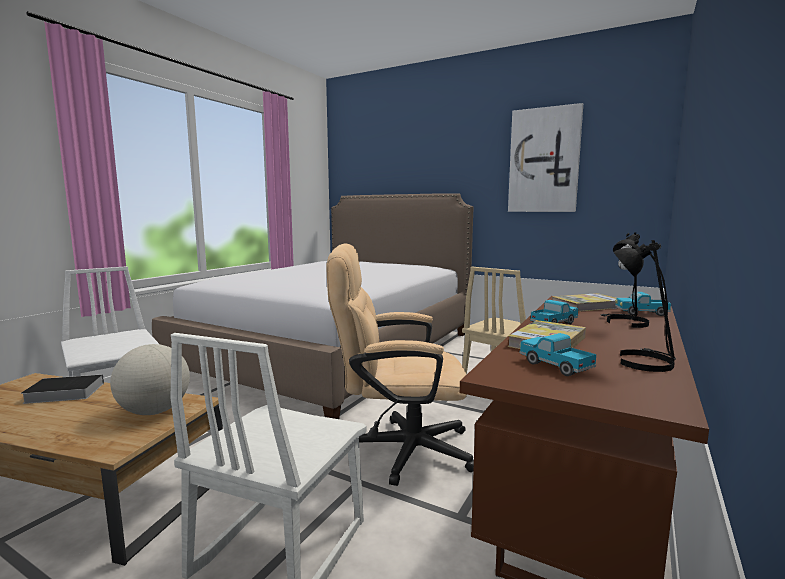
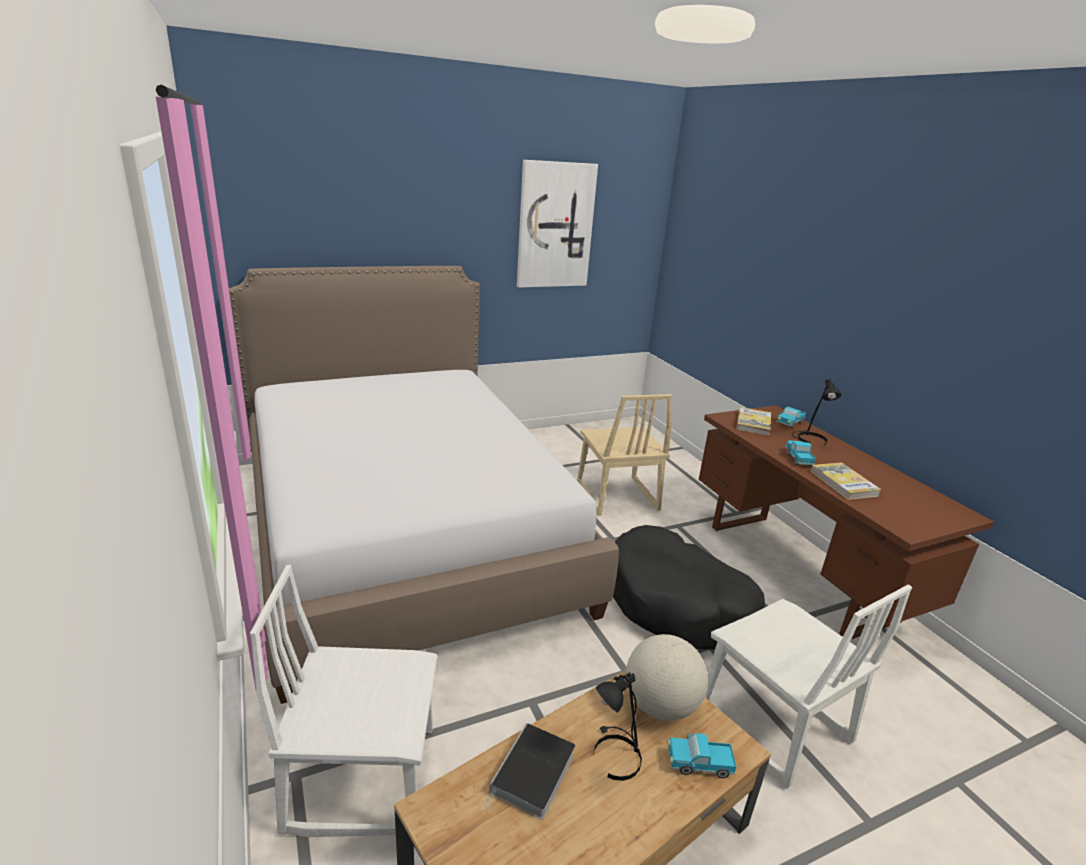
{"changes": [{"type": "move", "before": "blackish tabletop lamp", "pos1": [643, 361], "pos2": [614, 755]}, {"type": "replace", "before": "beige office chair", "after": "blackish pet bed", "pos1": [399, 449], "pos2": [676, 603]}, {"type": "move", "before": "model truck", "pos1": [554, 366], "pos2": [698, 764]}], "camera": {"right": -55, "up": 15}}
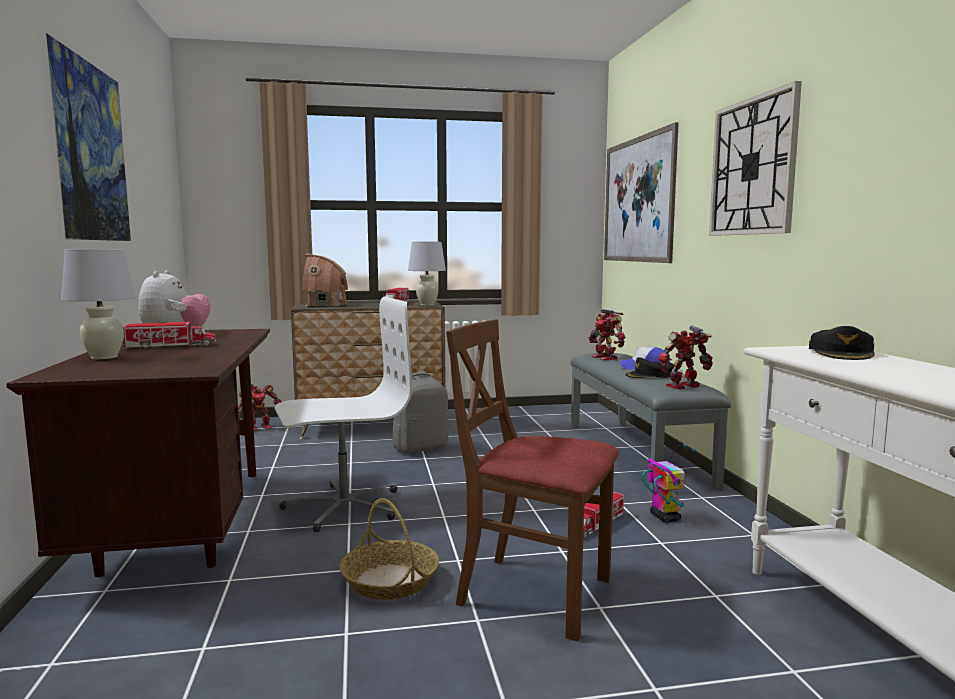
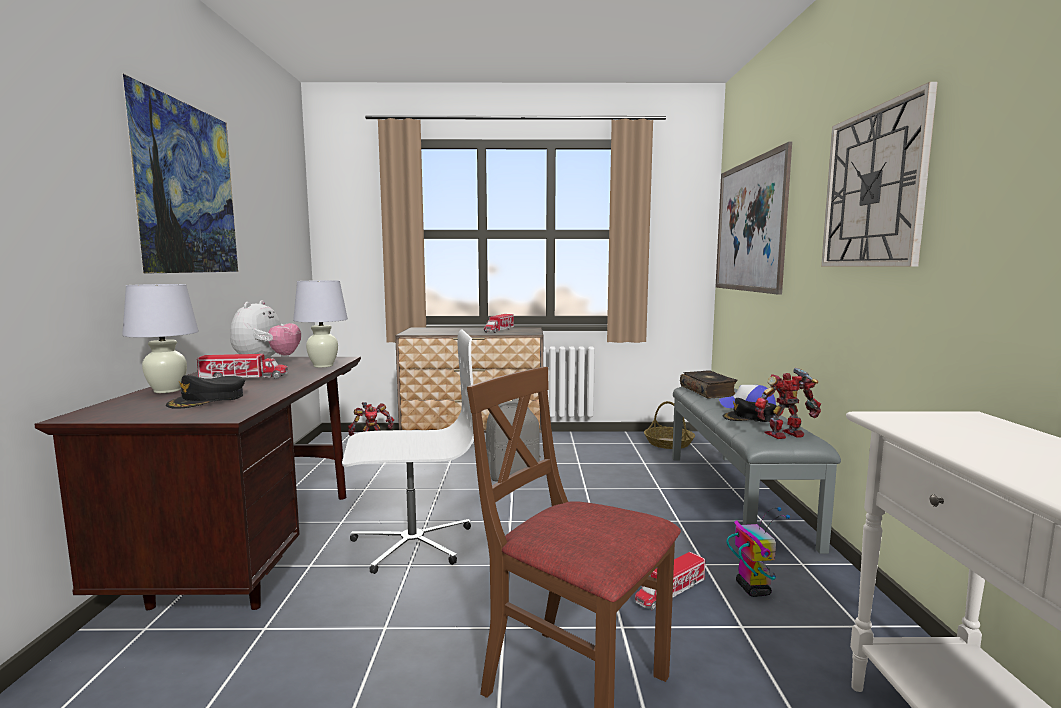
{"changes": [{"type": "move", "before": "blackish cap", "pos1": [842, 353], "pos2": [208, 400]}, {"type": "move", "before": "white-coloured tabletop lamp", "pos1": [427, 305], "pos2": [323, 365]}, {"type": "move", "before": "basket", "pos1": [390, 581], "pos2": [669, 443]}, {"type": "replace", "before": "model robot", "after": "book", "pos1": [606, 357], "pos2": [708, 391]}, {"type": "delete", "before": "miniature house", "pos1": [326, 305]}], "camera": {"right": 10, "up": 0}}
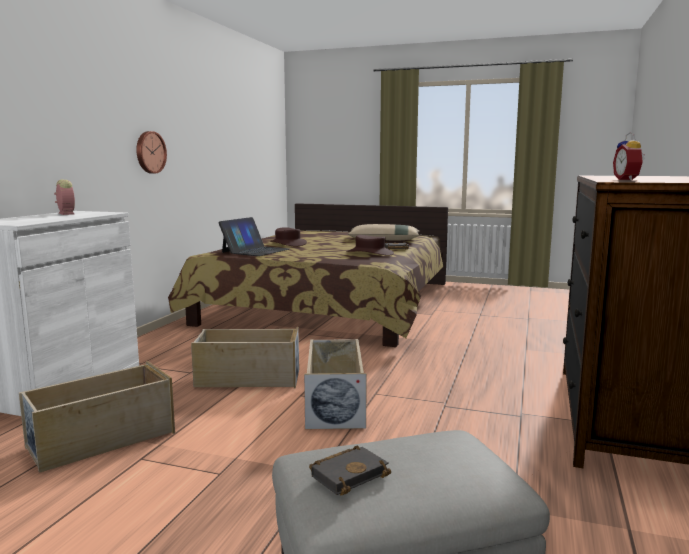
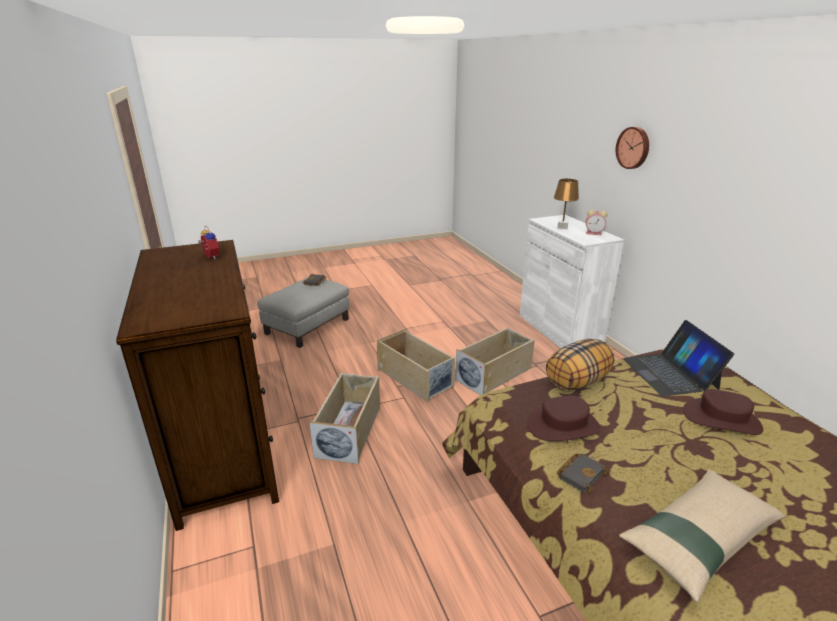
{"changes": [{"type": "move", "before": "beige storage box", "pos1": [100, 440], "pos2": [349, 430]}, {"type": "insert", "after": "pillow", "pos2": [577, 382]}, {"type": "insert", "after": "brownish tabletop lamp", "pos2": [562, 227]}, {"type": "move", "before": "hanging clock", "pos1": [149, 152], "pos2": [633, 147]}], "camera": {"right": 140, "up": 15}}
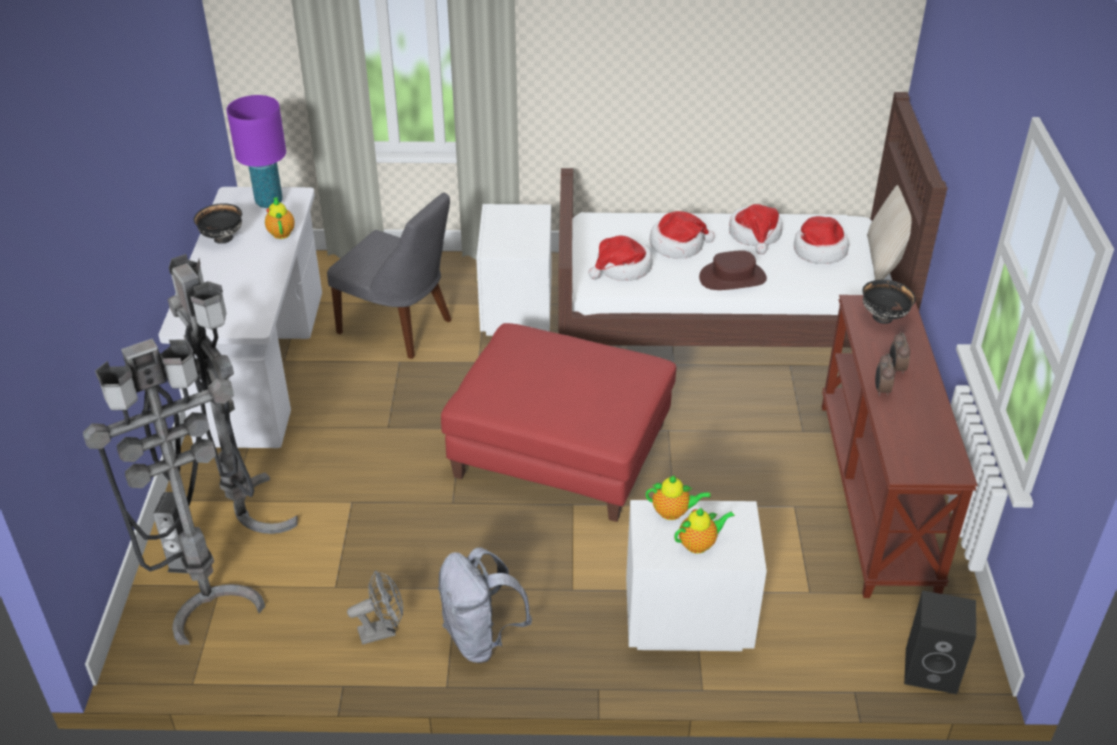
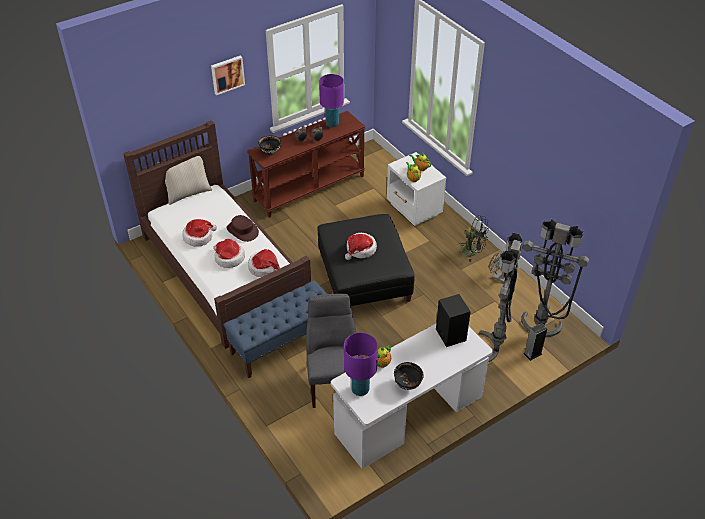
{"changes": [{"type": "insert", "after": "picture", "pos2": [227, 74]}, {"type": "replace", "before": "white-coloured night table", "after": "blue long seat", "pos1": [515, 312], "pos2": [283, 343]}, {"type": "recolor", "before": "red footrest", "after": "blackish footrest", "pos1": [560, 451], "pos2": [364, 278]}, {"type": "insert", "after": "purple-coloured tabletop lamp", "pos2": [332, 124]}, {"type": "move", "before": "wearable hat", "pos1": [818, 250], "pos2": [360, 250]}, {"type": "move", "before": "blackish audio speaker", "pos1": [932, 670], "pos2": [450, 334]}, {"type": "replace", "before": "grey rucksack", "after": "blackish fan", "pos1": [481, 638], "pos2": [472, 251]}], "camera": {"right": -125, "up": 5}}
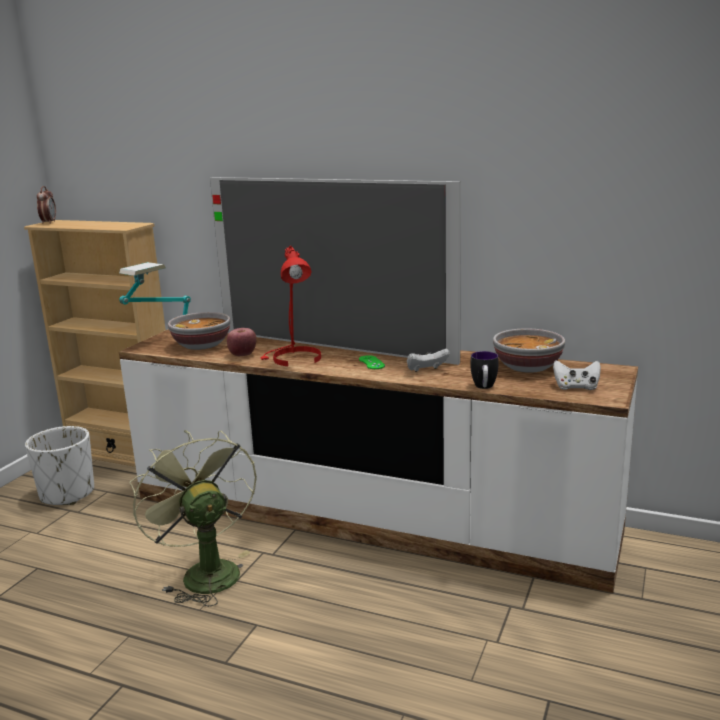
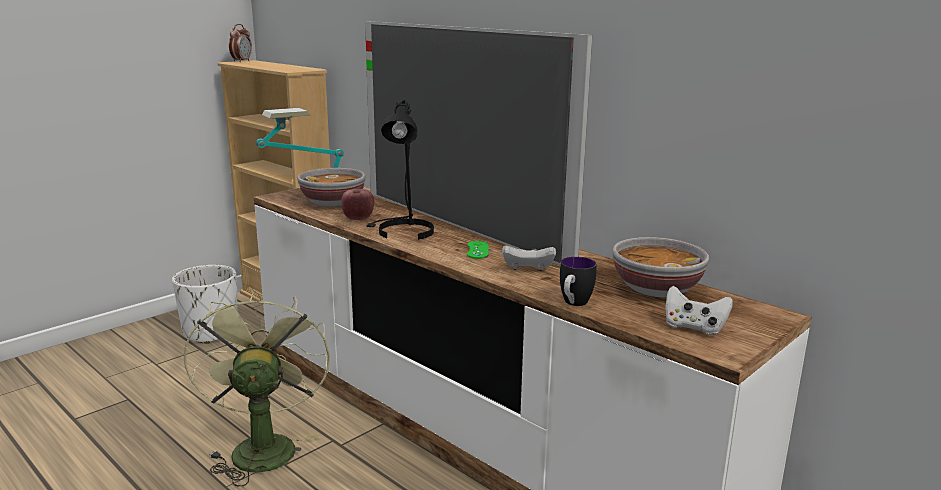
{"changes": [{"type": "recolor", "before": "red tabletop lamp", "after": "blackish tabletop lamp", "pos1": [293, 359], "pos2": [402, 232]}], "camera": {"right": 20, "up": 0}}
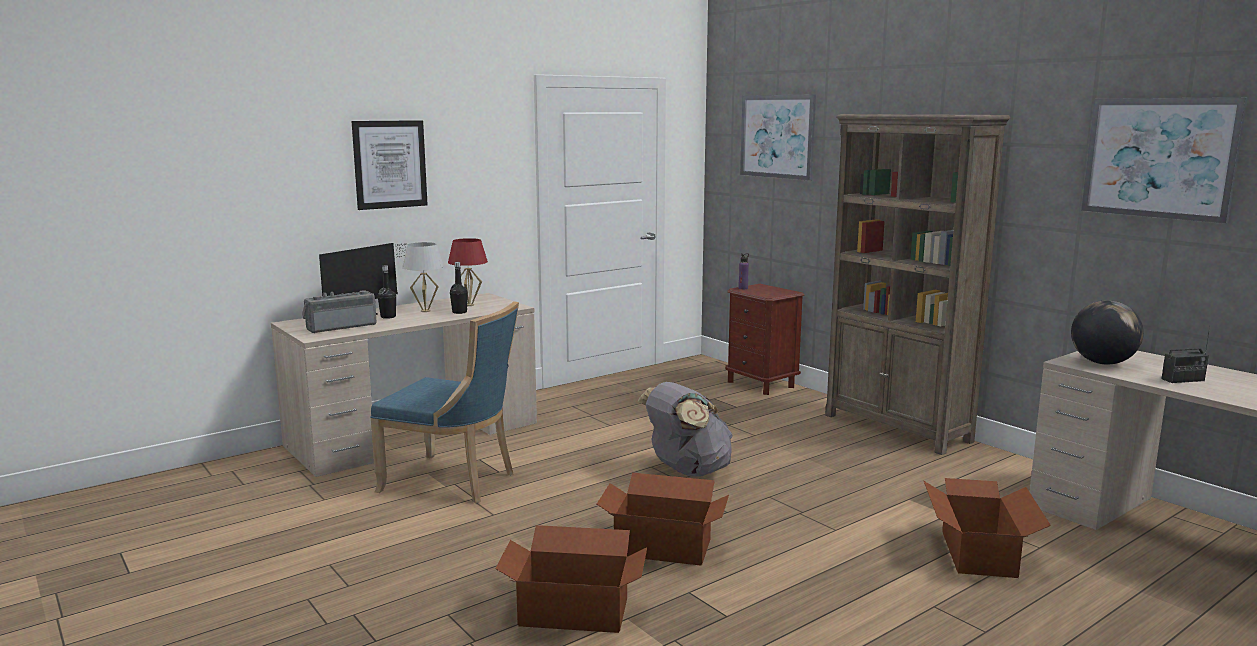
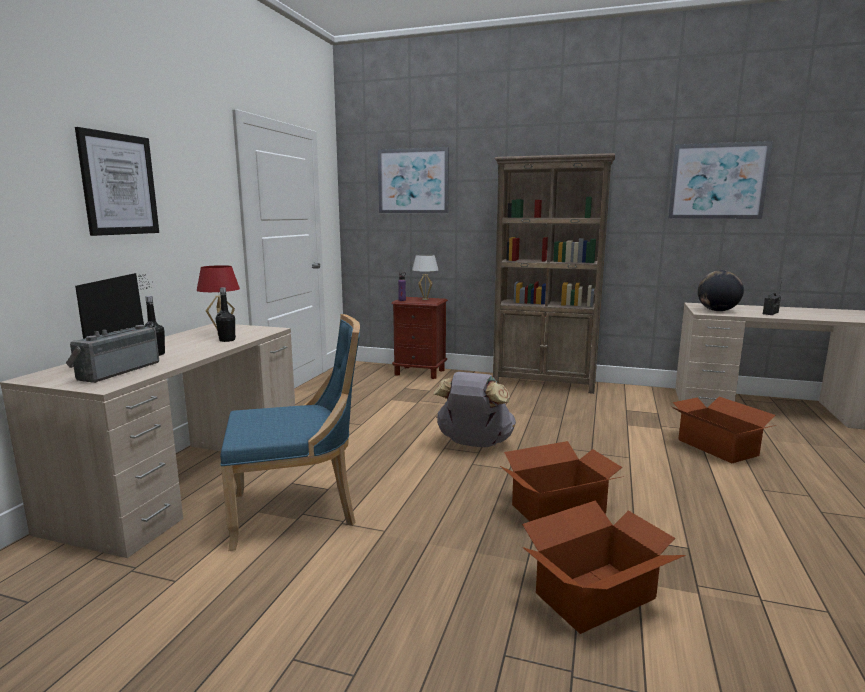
{"changes": [{"type": "move", "before": "white-coloured tabletop lamp", "pos1": [425, 311], "pos2": [425, 299]}], "camera": {"right": -35, "up": 0}}
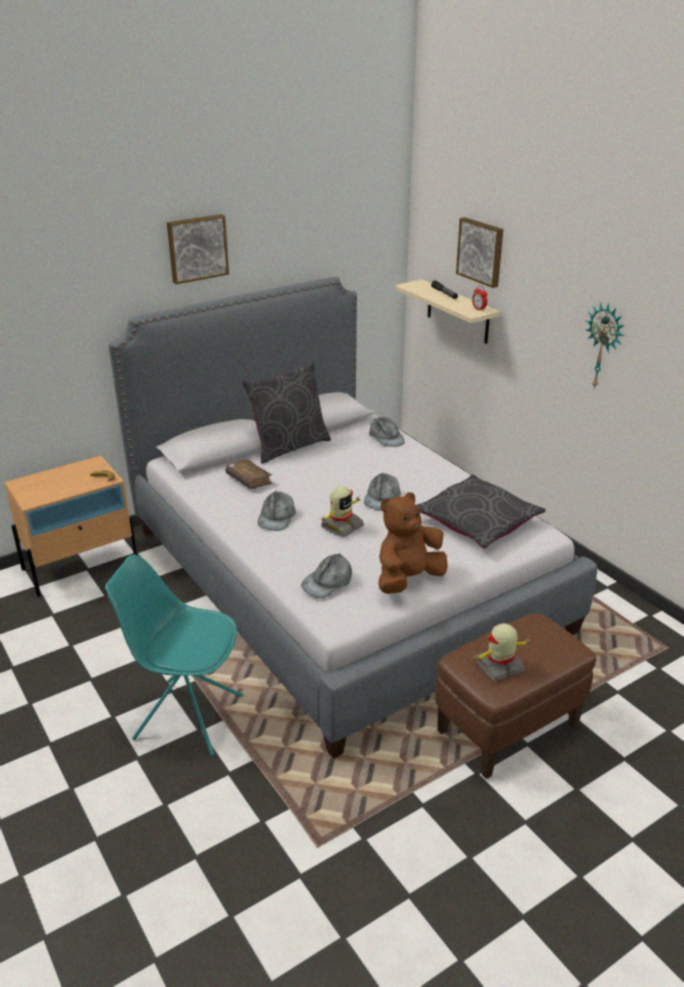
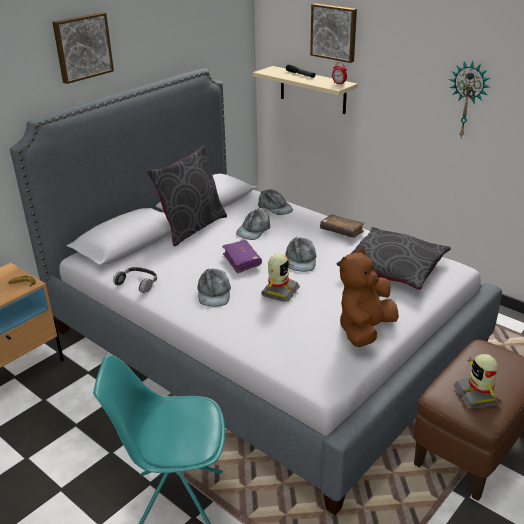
{"changes": [{"type": "insert", "after": "headset", "pos2": [137, 283]}, {"type": "insert", "after": "purple-coloured book", "pos2": [242, 261]}, {"type": "move", "before": "grey cap", "pos1": [328, 582], "pos2": [254, 230]}, {"type": "move", "before": "brownish book", "pos1": [249, 480], "pos2": [341, 231]}, {"type": "rotate", "before": "model robot", "pos1": [499, 667], "pos2": [477, 395], "turn": -60}], "camera": {"right": -15, "up": 0}}
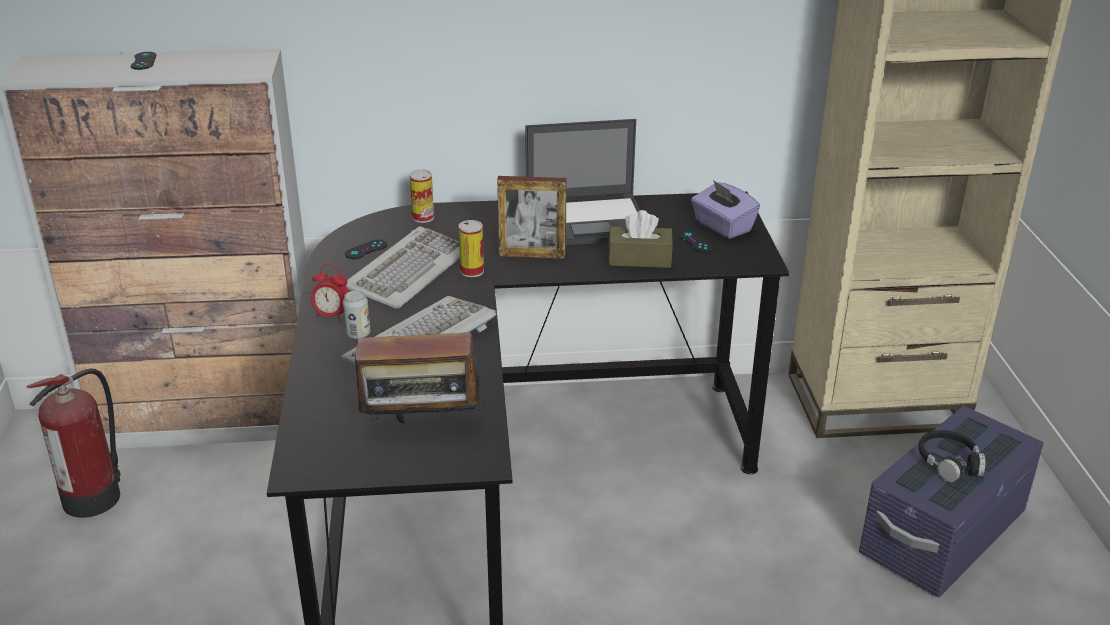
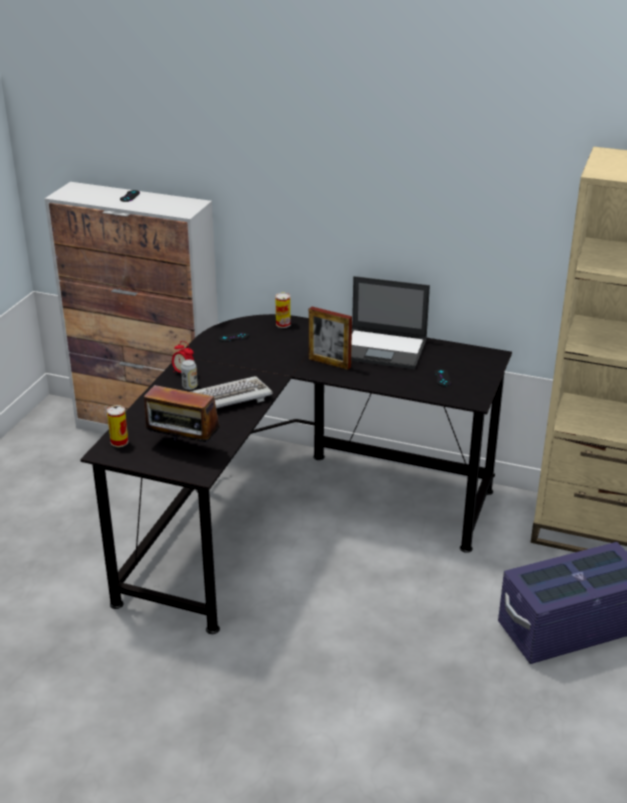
{"changes": [{"type": "move", "before": "metal can", "pos1": [472, 271], "pos2": [119, 442]}, {"type": "delete", "before": "fire extinguisher", "pos1": [94, 496]}, {"type": "delete", "before": "computer keyboard", "pos1": [408, 271]}, {"type": "delete", "before": "brownish tissue box", "pos1": [639, 259]}, {"type": "delete", "before": "purple-coloured tissue box", "pos1": [722, 227]}, {"type": "delete", "before": "blackish headset", "pos1": [949, 462]}], "camera": {"right": 25, "up": 0}}
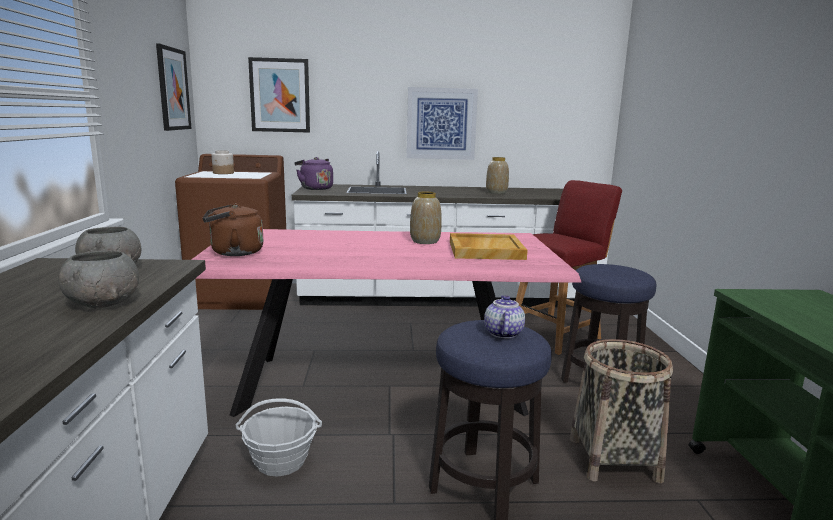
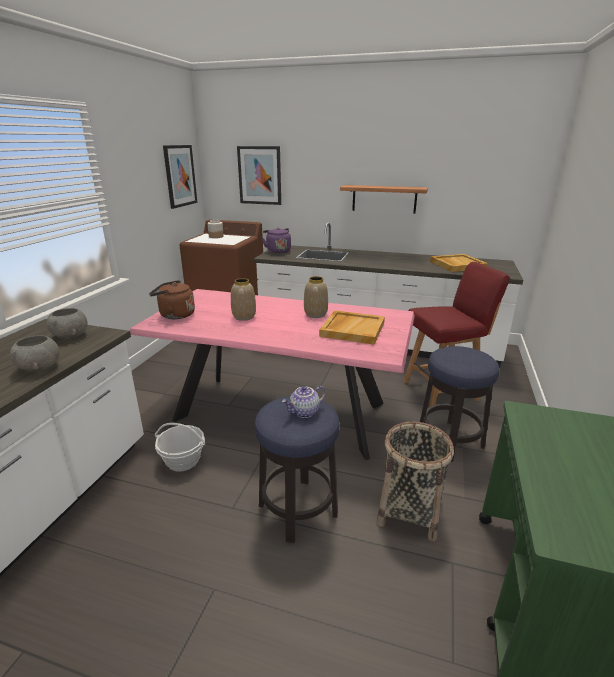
{"changes": [{"type": "move", "before": "flower vase", "pos1": [496, 192], "pos2": [244, 317]}, {"type": "rotate", "before": "tea pot", "pos1": [502, 333], "pos2": [304, 412], "turn": -150}, {"type": "replace", "before": "picture", "after": "wall shelf", "pos1": [441, 123], "pos2": [384, 199]}, {"type": "insert", "after": "beige serving tray", "pos2": [457, 265]}], "camera": {"right": 20, "up": 10}}
